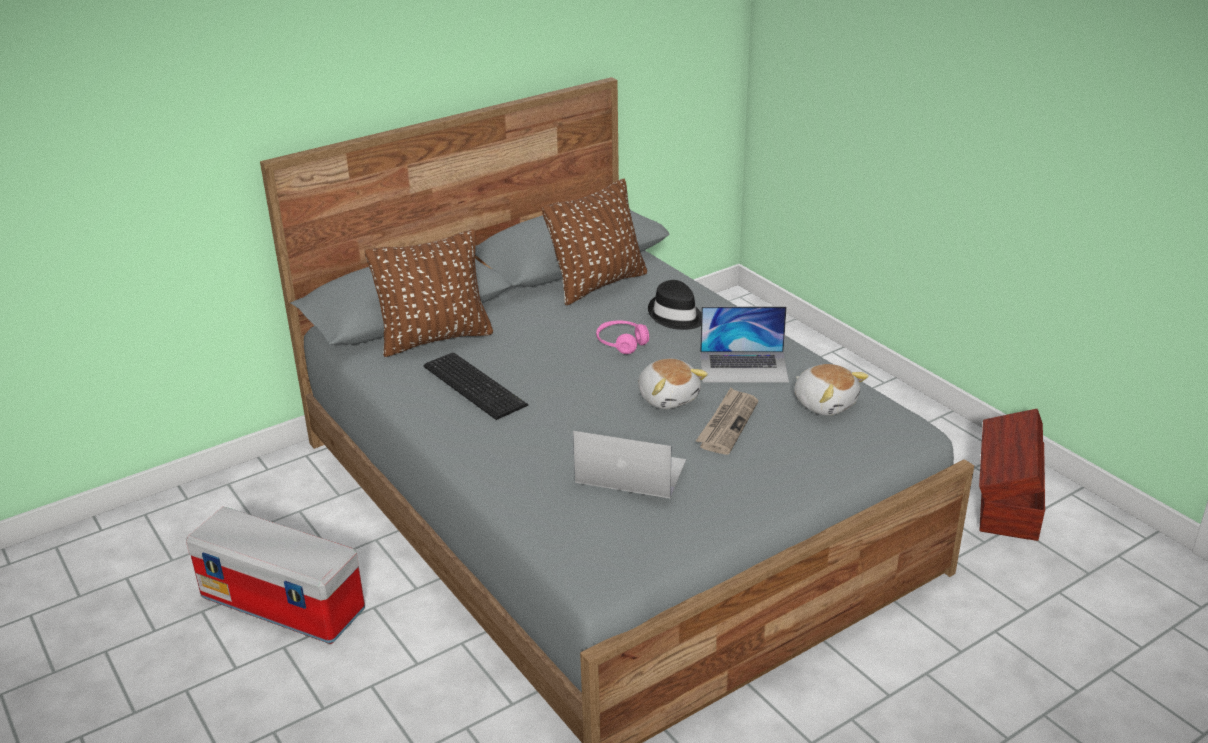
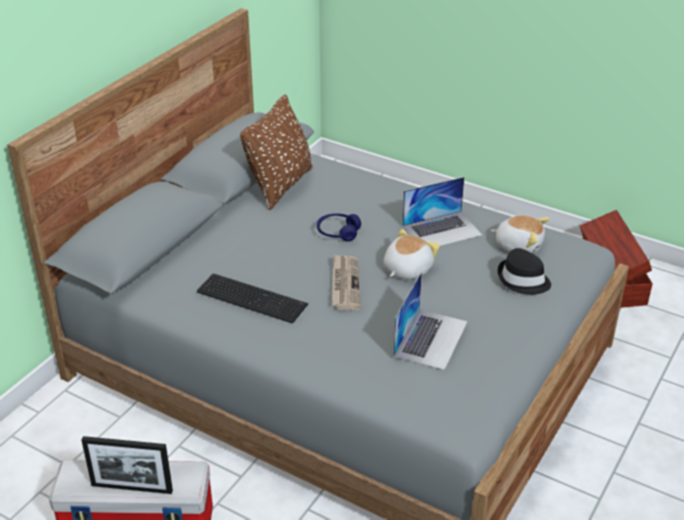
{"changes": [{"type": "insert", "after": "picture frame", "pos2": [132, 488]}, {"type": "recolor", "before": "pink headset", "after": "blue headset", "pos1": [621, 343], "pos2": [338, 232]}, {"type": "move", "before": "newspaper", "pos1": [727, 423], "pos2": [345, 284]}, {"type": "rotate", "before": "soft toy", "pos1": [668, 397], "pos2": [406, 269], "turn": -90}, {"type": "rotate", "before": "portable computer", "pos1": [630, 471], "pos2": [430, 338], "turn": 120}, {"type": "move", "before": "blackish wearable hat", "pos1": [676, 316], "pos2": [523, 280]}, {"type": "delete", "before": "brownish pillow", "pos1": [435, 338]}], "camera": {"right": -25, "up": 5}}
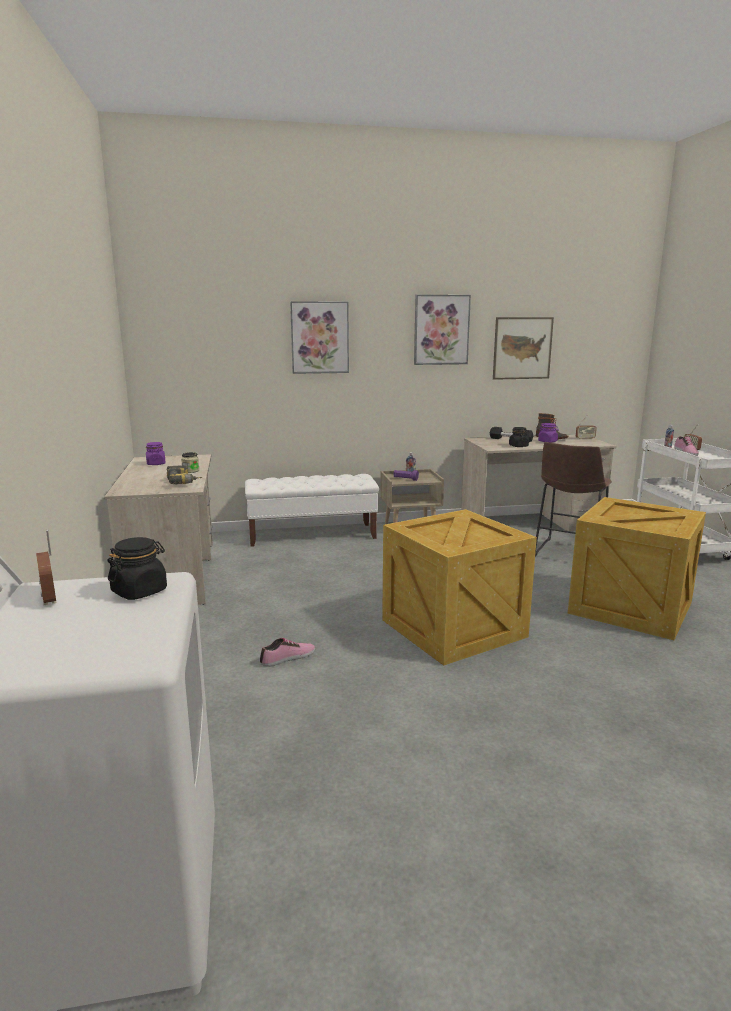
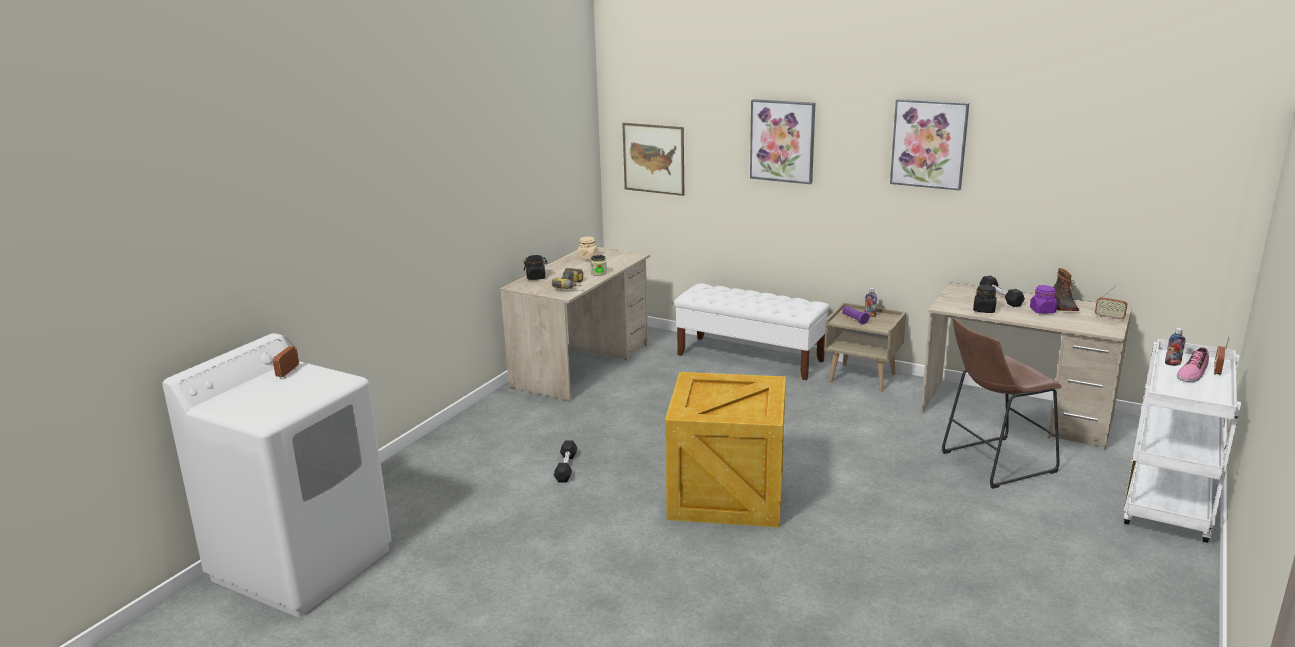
{"changes": [{"type": "move", "before": "blackish preserve jar", "pos1": [139, 591], "pos2": [536, 277]}, {"type": "replace", "before": "item of footwear", "after": "blackish free weight", "pos1": [288, 658], "pos2": [566, 467]}, {"type": "recolor", "before": "purple-coloured preserve jar", "after": "beige preserve jar", "pos1": [156, 464], "pos2": [587, 258]}, {"type": "move", "before": "picture", "pos1": [522, 348], "pos2": [653, 158]}, {"type": "delete", "before": "packing crate", "pos1": [632, 607]}], "camera": {"right": 40, "up": 5}}
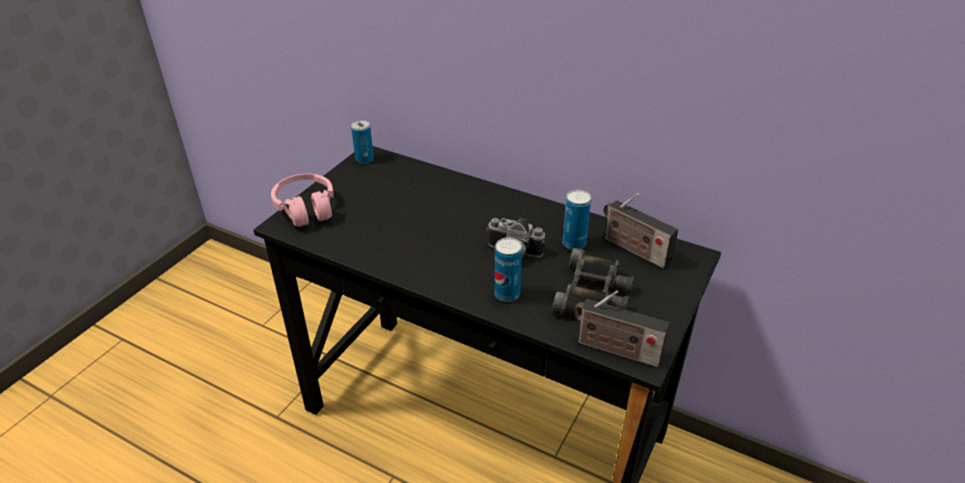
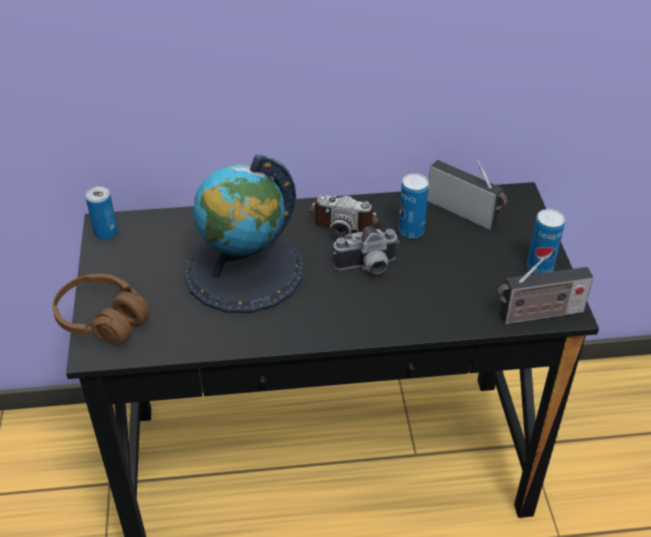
{"changes": [{"type": "recolor", "before": "pink headset", "after": "brownish headset", "pos1": [306, 208], "pos2": [102, 320]}, {"type": "insert", "after": "world globe", "pos2": [244, 270]}, {"type": "insert", "after": "still camera", "pos2": [344, 219]}, {"type": "rotate", "before": "radio", "pos1": [633, 249], "pos2": [465, 213], "turn": -150}, {"type": "move", "before": "metal can", "pos1": [507, 294], "pos2": [540, 267]}, {"type": "delete", "before": "blackish binoculars", "pos1": [594, 294]}], "camera": {"right": -35, "up": 5}}
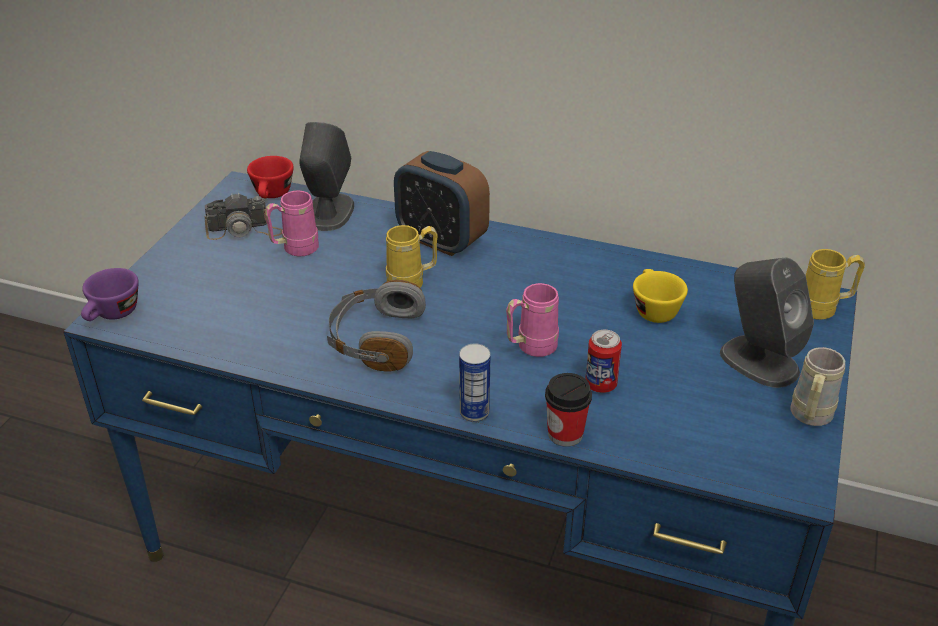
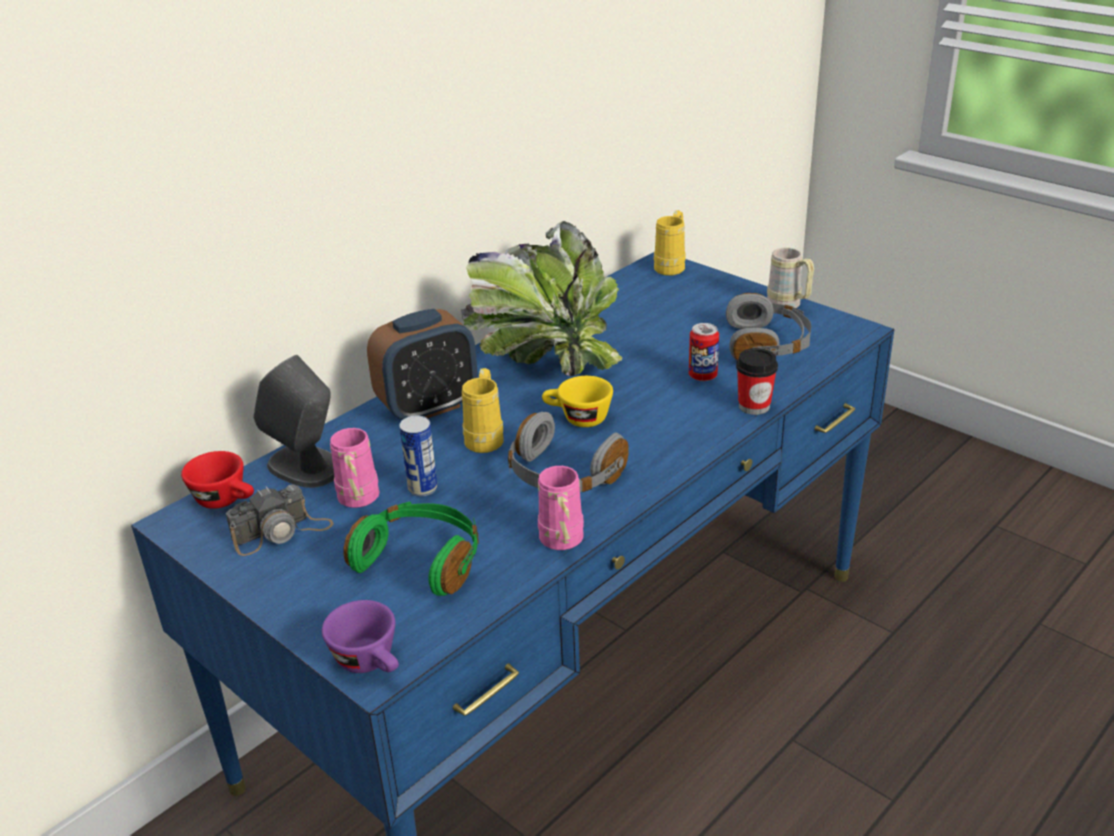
{"changes": [{"type": "rotate", "before": "still camera", "pos1": [244, 230], "pos2": [282, 532], "turn": 45}, {"type": "insert", "after": "green-coloured headset", "pos2": [421, 560]}, {"type": "move", "before": "metal can", "pos1": [474, 413], "pos2": [422, 488]}, {"type": "insert", "after": "plant in a pot", "pos2": [544, 359]}, {"type": "move", "before": "pink tea mug", "pos1": [530, 348], "pos2": [562, 543]}, {"type": "move", "before": "yellow small cup", "pos1": [653, 308], "pos2": [577, 418]}, {"type": "insert", "after": "grey headset", "pos2": [767, 345]}, {"type": "delete", "before": "grey audio speaker", "pos1": [758, 361]}], "camera": {"right": -65, "up": -5}}
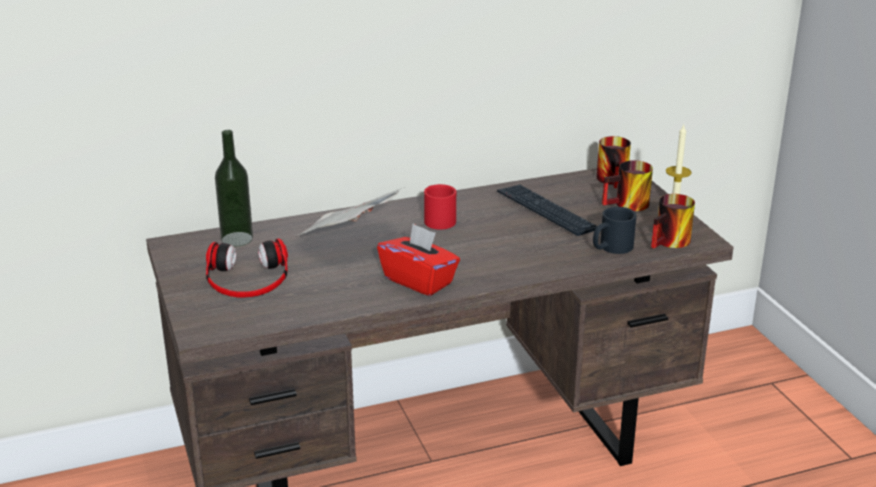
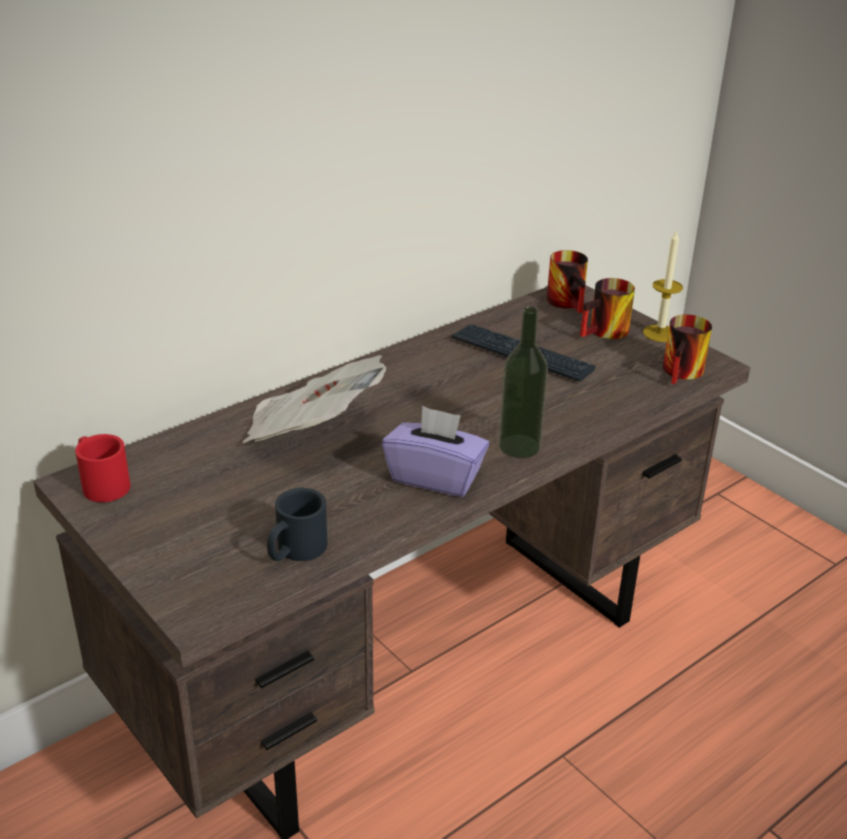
{"changes": [{"type": "move", "before": "red tea mug", "pos1": [437, 219], "pos2": [101, 483]}, {"type": "move", "before": "blackish tea mug", "pos1": [611, 248], "pos2": [295, 551]}, {"type": "recolor", "before": "red tissue box", "after": "purple-coloured tissue box", "pos1": [419, 280], "pos2": [435, 477]}, {"type": "move", "before": "drink bottle", "pos1": [237, 239], "pos2": [519, 446]}, {"type": "delete", "before": "headset", "pos1": [247, 278]}], "camera": {"right": -20, "up": 5}}
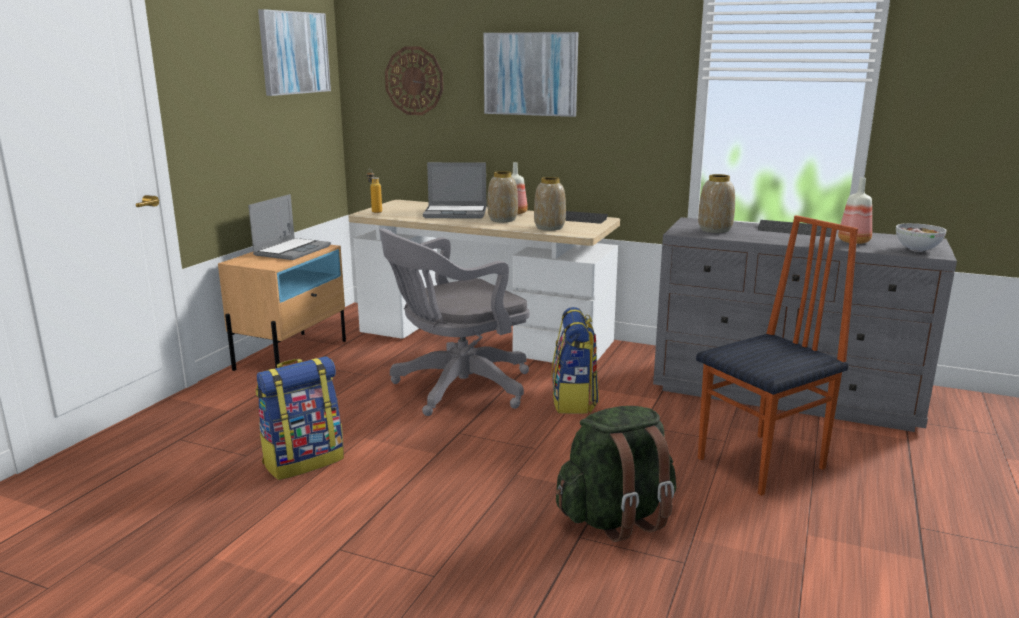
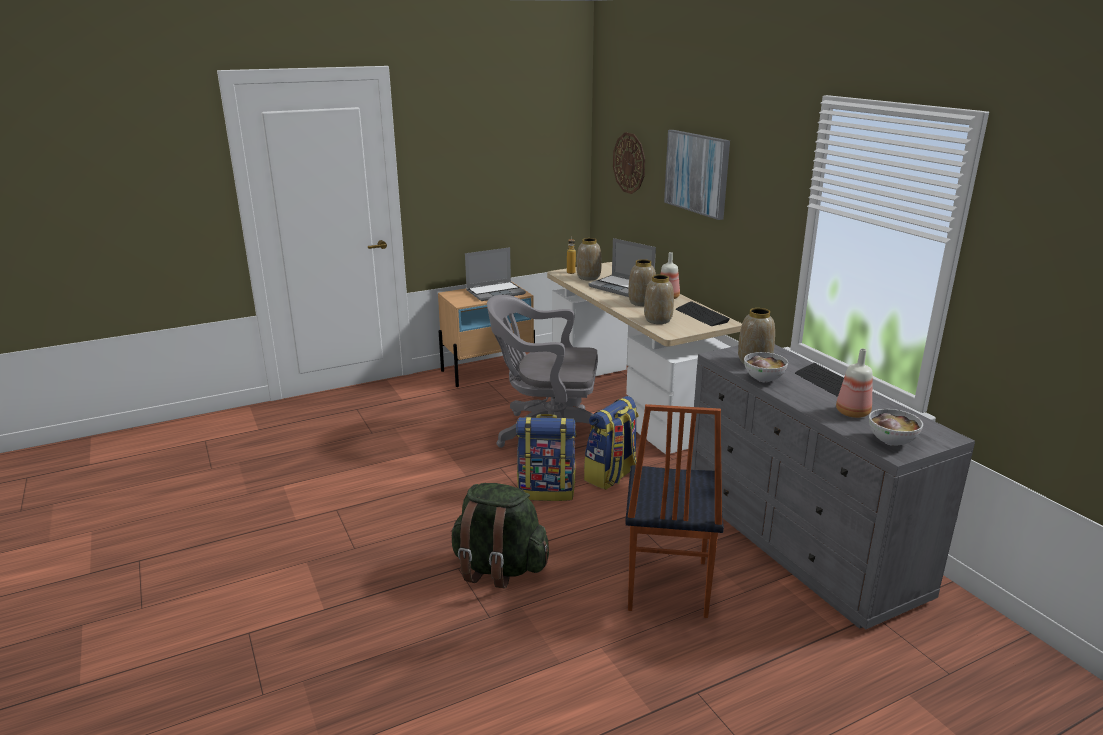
{"changes": [{"type": "move", "before": "rucksack", "pos1": [304, 461], "pos2": [547, 491]}, {"type": "insert", "after": "flower vase", "pos2": [588, 277]}, {"type": "rotate", "before": "chair", "pos1": [763, 464], "pos2": [665, 585], "turn": 90}, {"type": "insert", "after": "deep dish", "pos2": [764, 379]}, {"type": "delete", "before": "picture", "pos1": [294, 53]}], "camera": {"right": 40, "up": 5}}
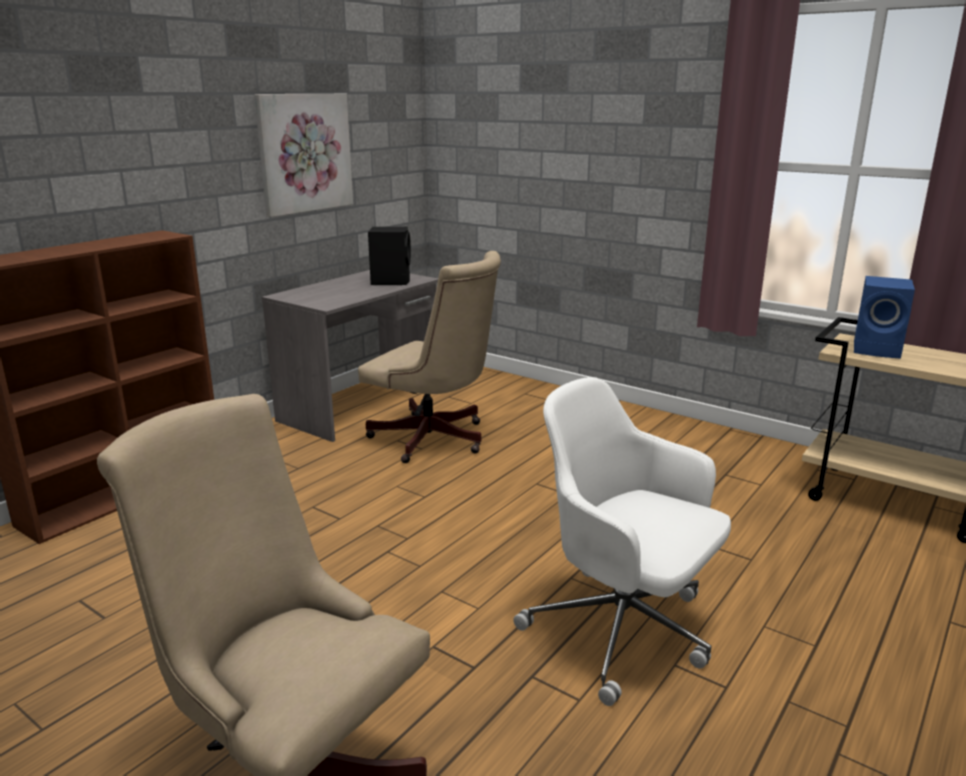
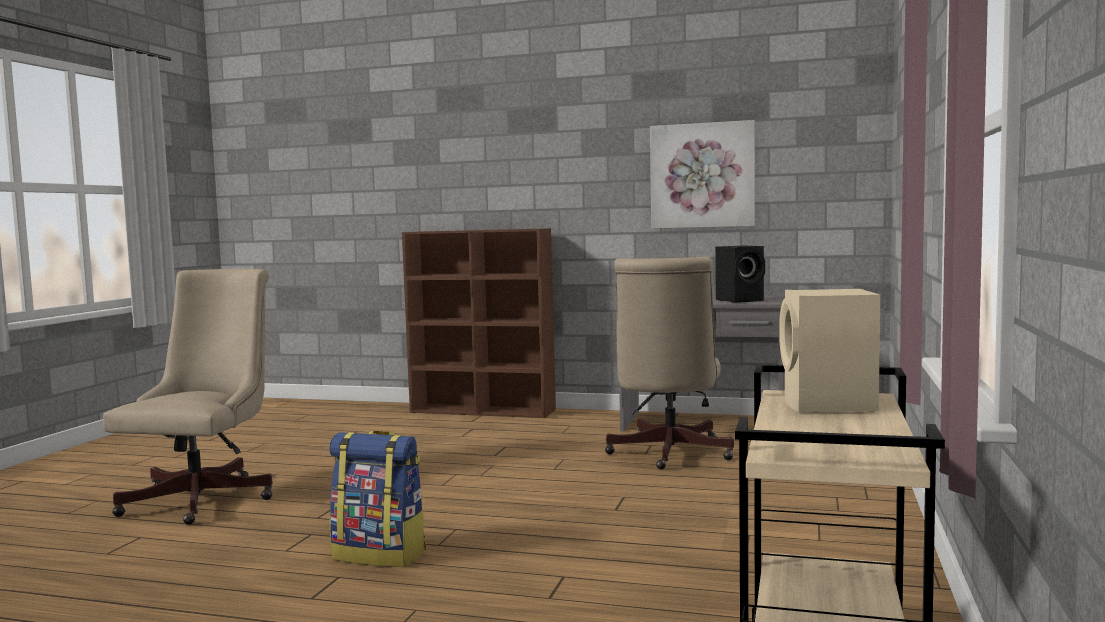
{"changes": [{"type": "replace", "before": "white-coloured office chair", "after": "rucksack", "pos1": [623, 631], "pos2": [381, 554]}, {"type": "recolor", "before": "blue audio speaker", "after": "beige audio speaker", "pos1": [878, 350], "pos2": [829, 405]}], "camera": {"right": 70, "up": -15}}
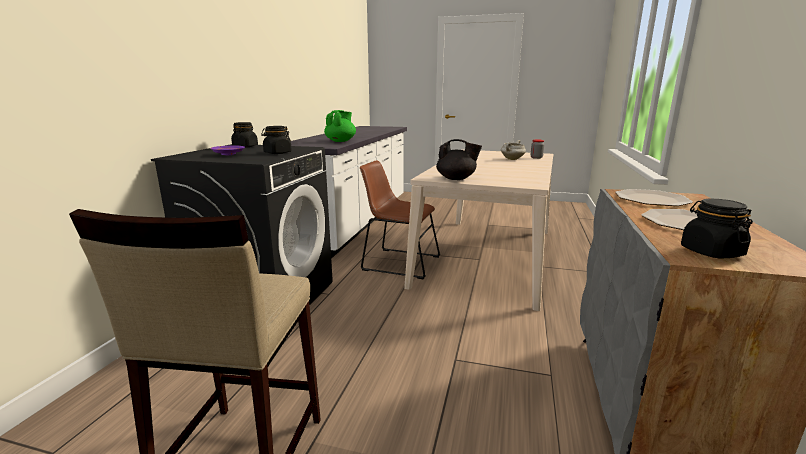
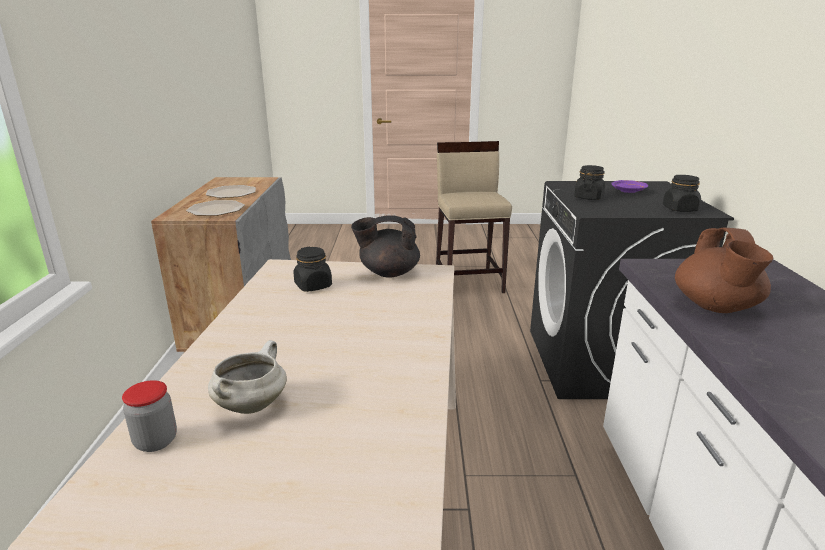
{"changes": [{"type": "move", "before": "blackish preserve jar", "pos1": [711, 252], "pos2": [313, 286]}, {"type": "recolor", "before": "green-coloured tea pot", "after": "brownish tea pot", "pos1": [341, 141], "pos2": [715, 307]}, {"type": "delete", "before": "brownish chair", "pos1": [398, 262]}], "camera": {"right": 165, "up": 5}}
